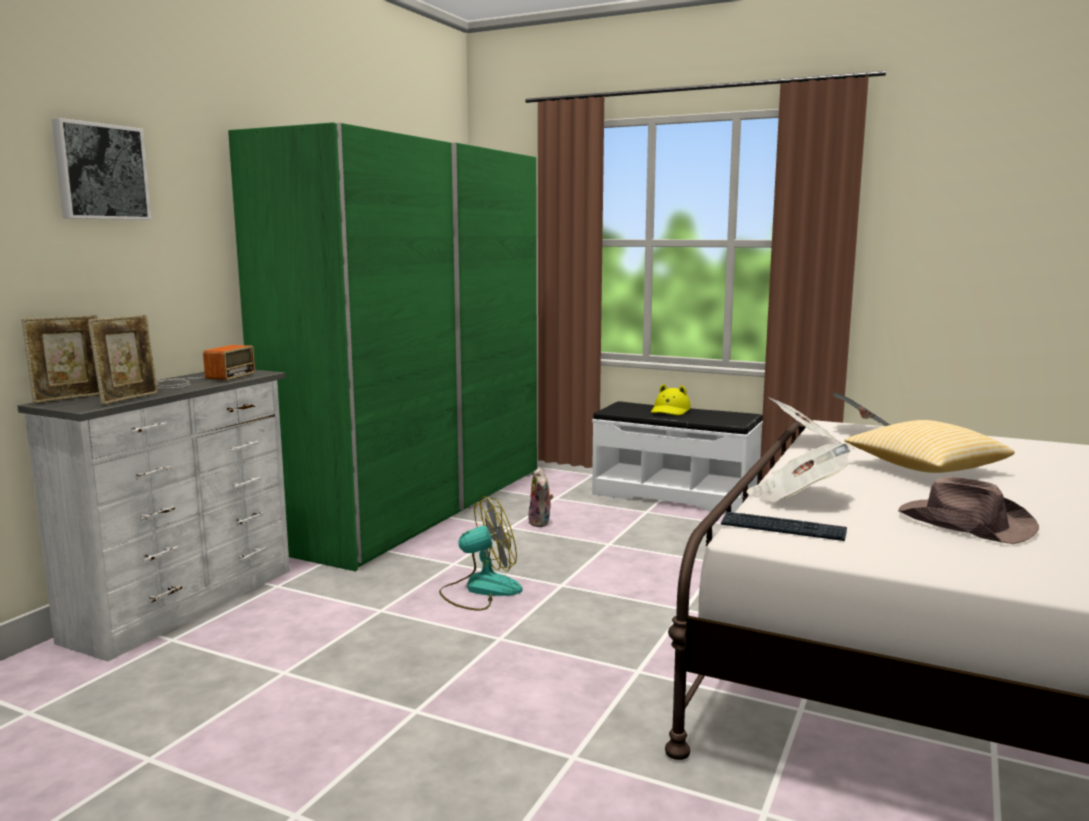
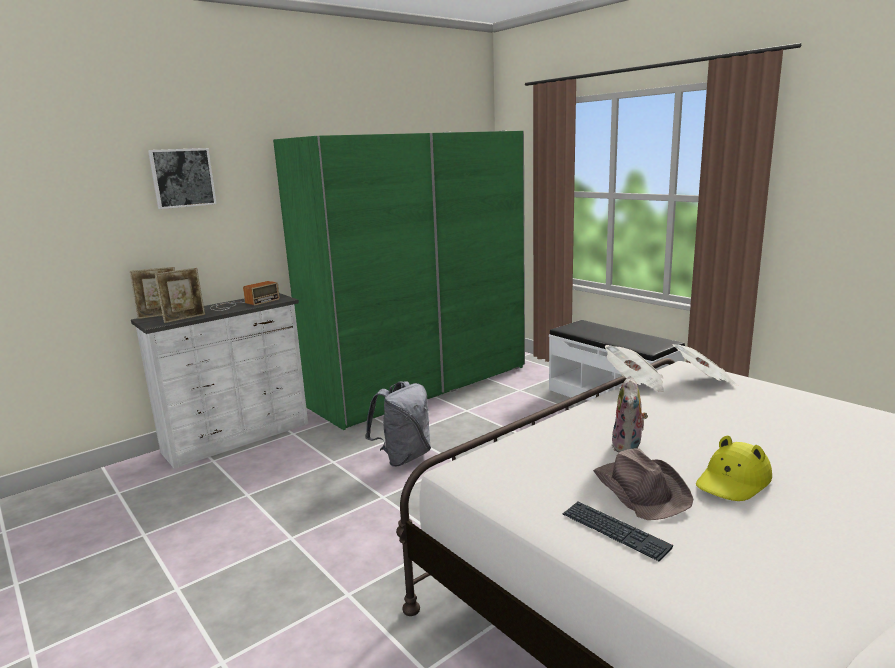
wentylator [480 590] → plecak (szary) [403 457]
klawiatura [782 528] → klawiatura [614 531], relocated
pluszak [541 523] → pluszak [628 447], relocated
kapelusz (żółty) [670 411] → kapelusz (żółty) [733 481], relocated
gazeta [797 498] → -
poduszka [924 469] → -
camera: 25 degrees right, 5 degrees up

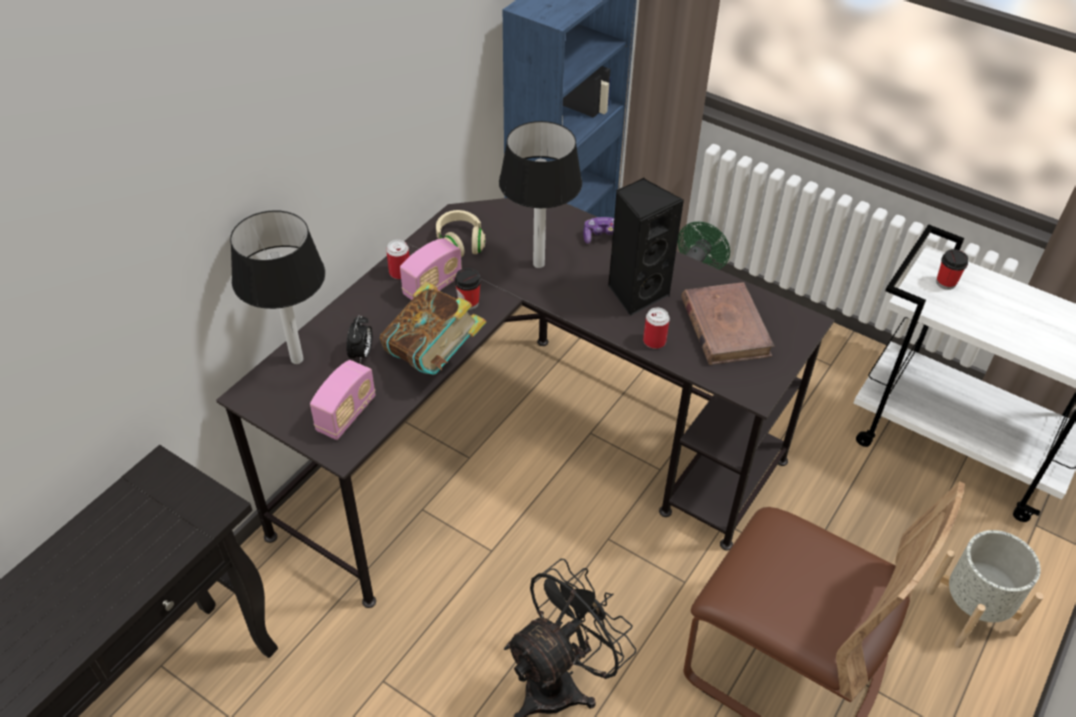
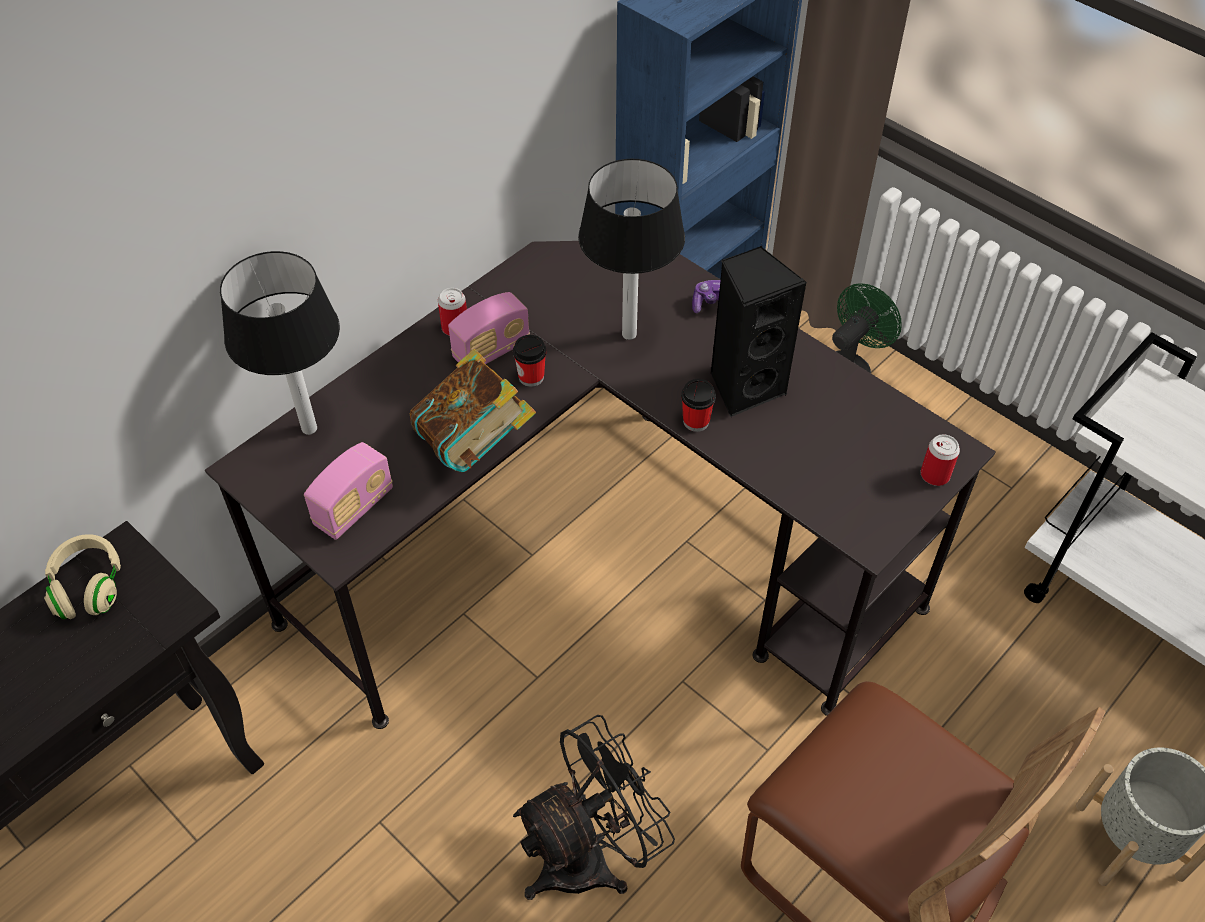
słuchawki (beżowy) [460 243] → słuchawki (beżowy) [89 587], relocated
filiżanka [945 283] → filiżanka [696 421], relocated
puszka [654 341] → puszka [935 475], relocated
budzik [361 354] → -
książka (brązowy) [725 327] → -
camera: 10 degrees right, 5 degrees up

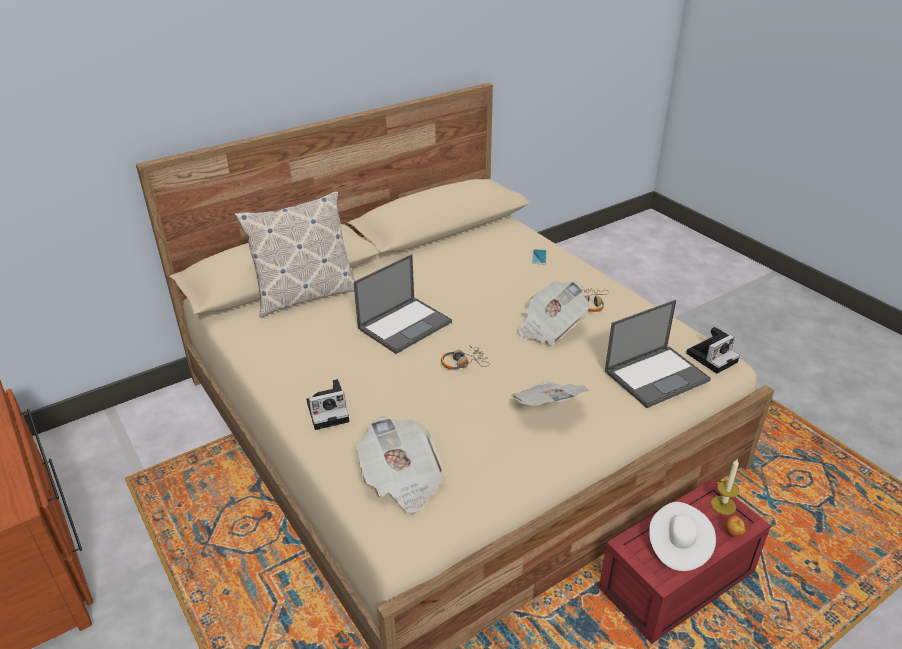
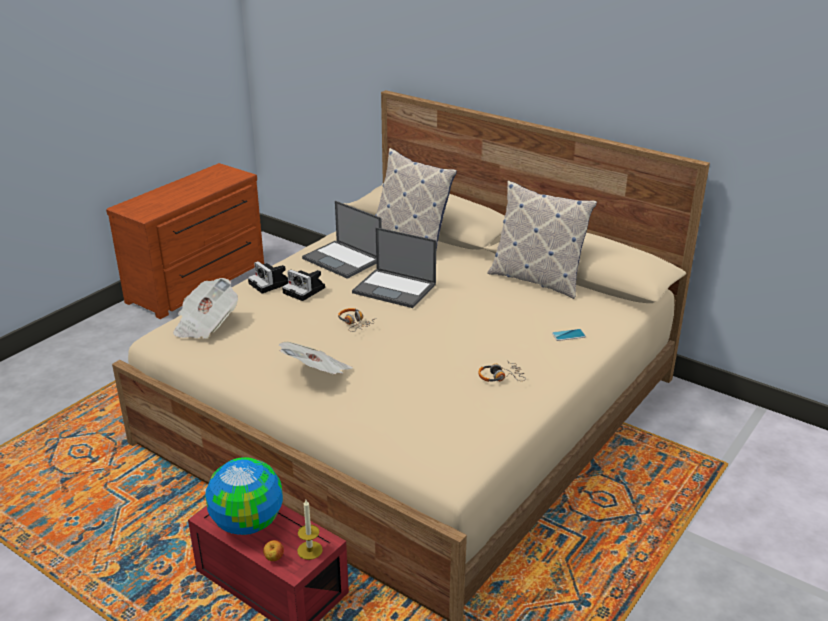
kapelusz (biały) [678 546] → globus [247 523]
aparat fotograficzny [712 357] → aparat fotograficzny [305 290], relocated
laptop [657 375] → laptop [343 260], relocated
- → poduszka [537 279]
gazeta [550 327] → -
camera: 70 degrees right, 5 degrees down

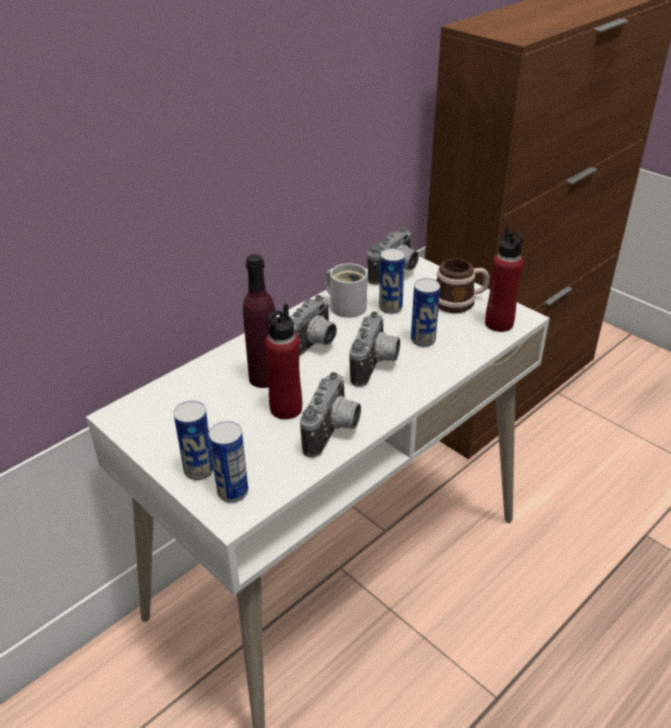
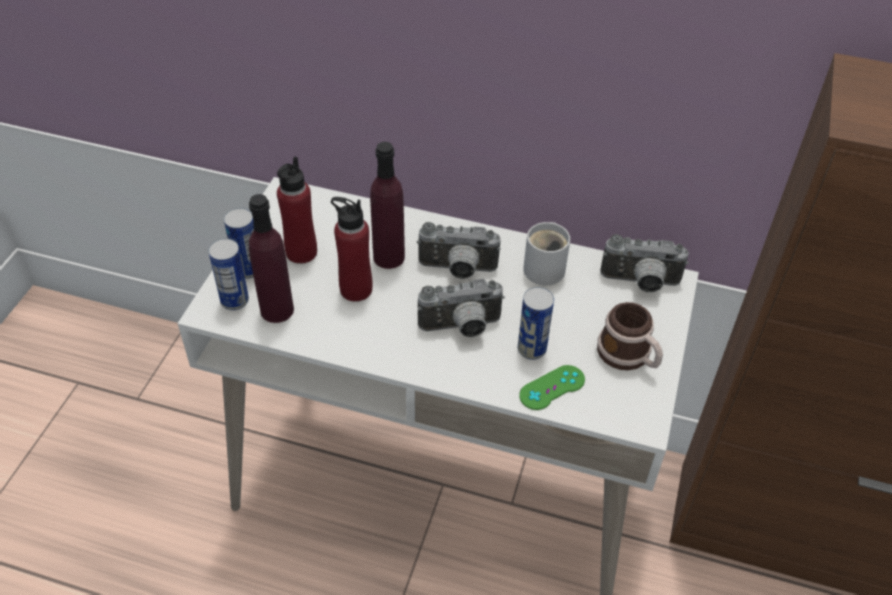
- → butelka (fioletowy) [277 310]
butelka (czerwony) [499 324] → butelka (czerwony) [301 252], relocated
- → pad do gier (zielony) [552 388]
aparat fotograficzny [334 432] → -
puszka [390 307] → -
camera: 60 degrees right, 10 degrees up

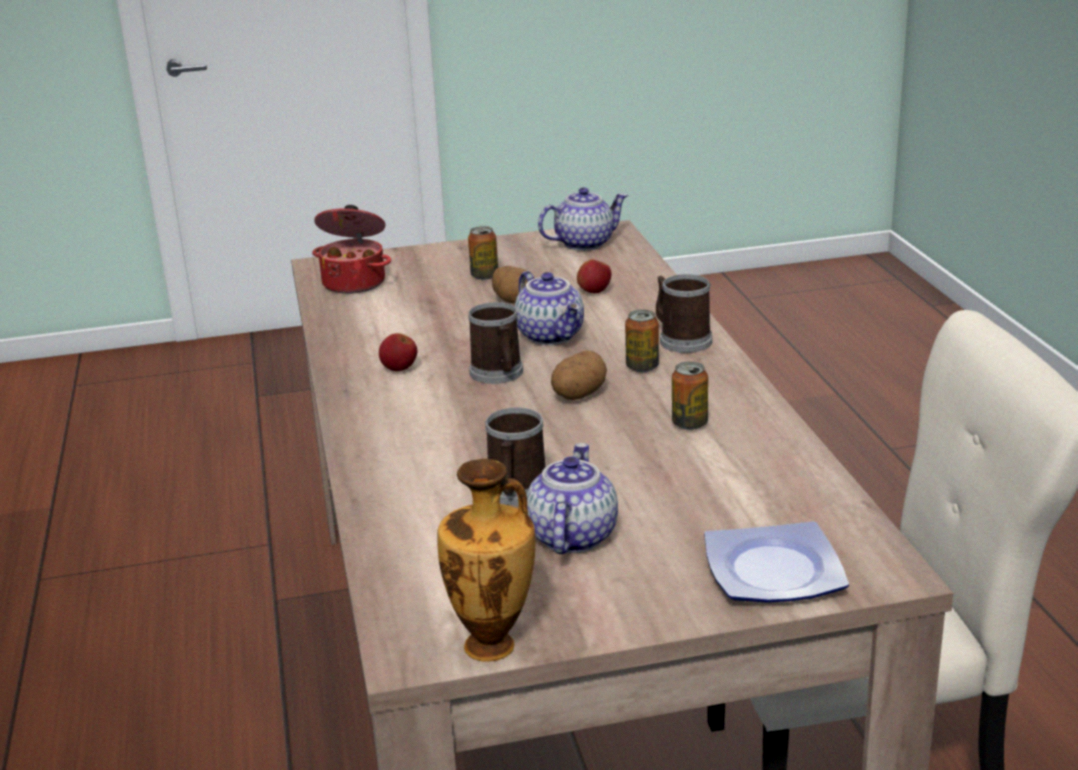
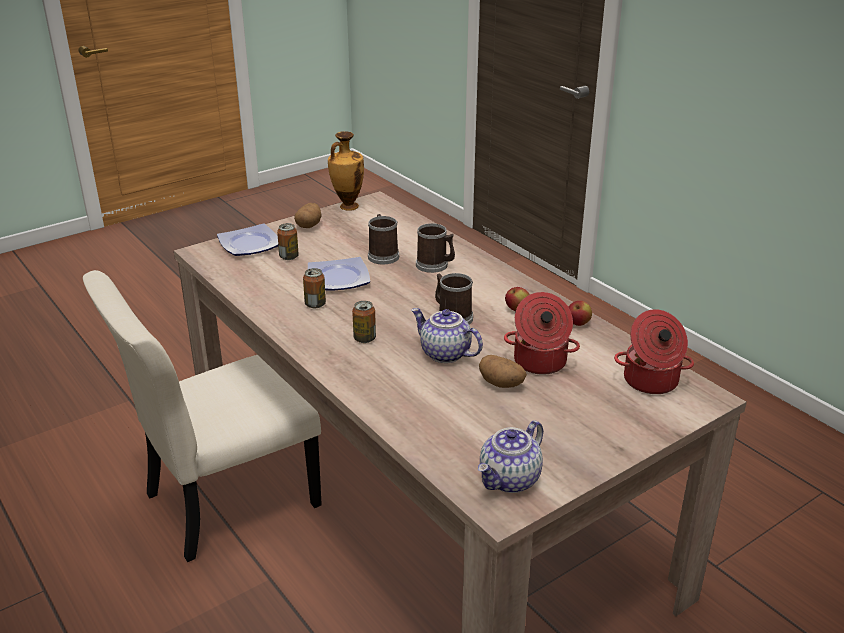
puszka [484 276] → puszka [289 257], relocated
ziemniak [578 395] → ziemniak [309 225], relocated
- → talerz [340 279]
kubek [681 340] → kubek [435 265], relocated
- → garnek [539 362]
jabłko [594 291] → jabłko [578 324], relocated
imbryk [571 536] → -
camera: 155 degrees right, 5 degrees up

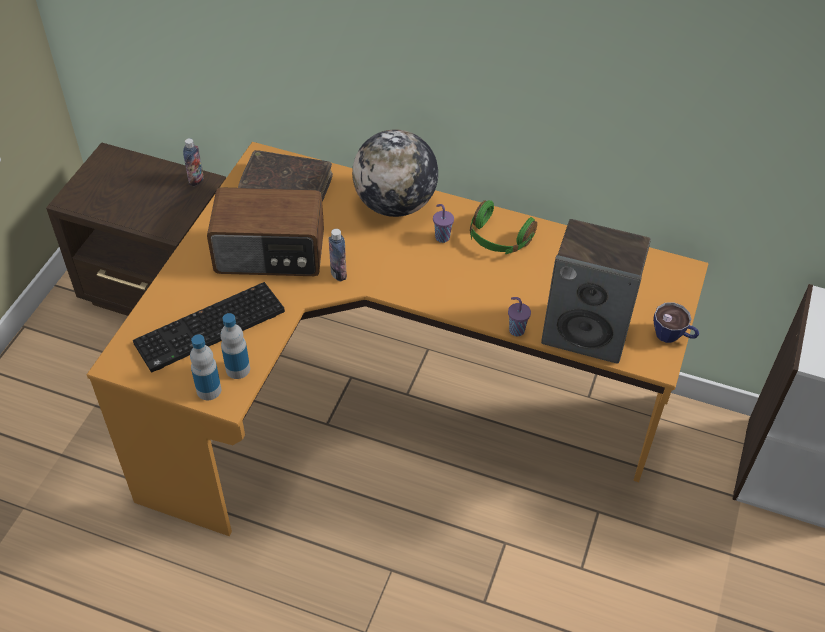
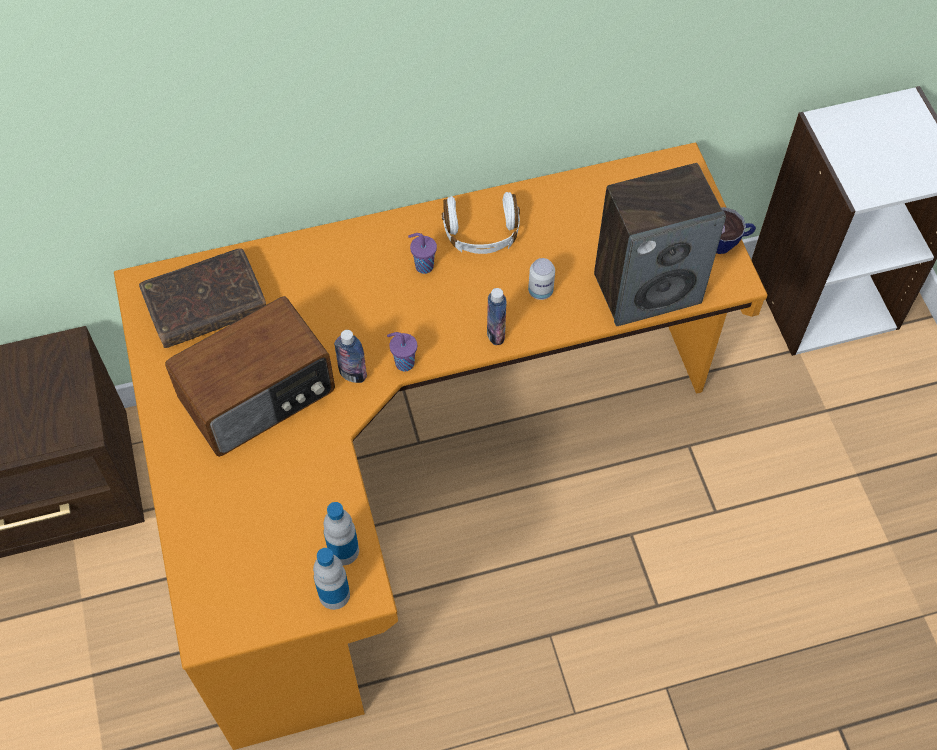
filiżanka (fioletowy) [516 330] → filiżanka (fioletowy) [403 363], relocated
słuchawki (zielony) [498 239] → słuchawki (biały) [481 234]
butelka [196 180] → butelka [495 334], relocated
- → puszka [540 291]
klawiatura [209 330] → -
globus [395 204] → -
camera: 35 degrees left, 10 degrees up

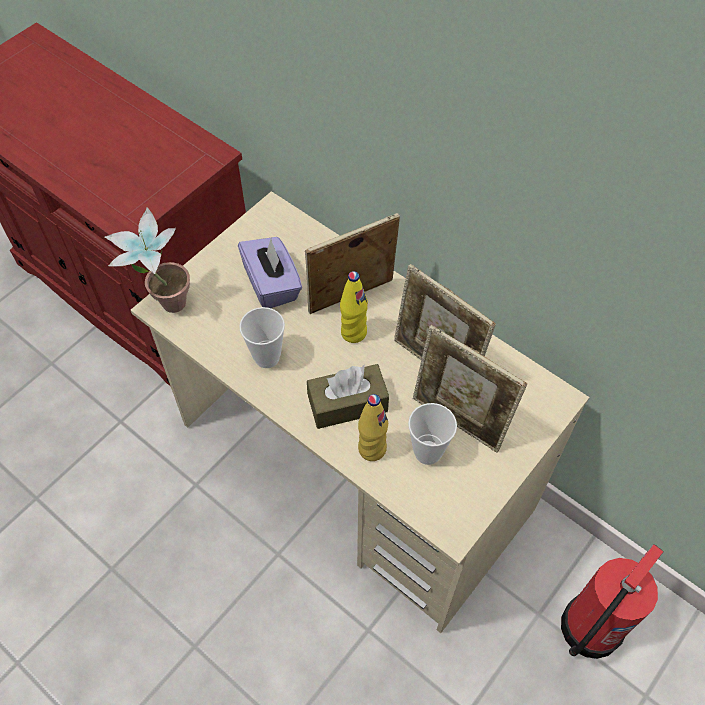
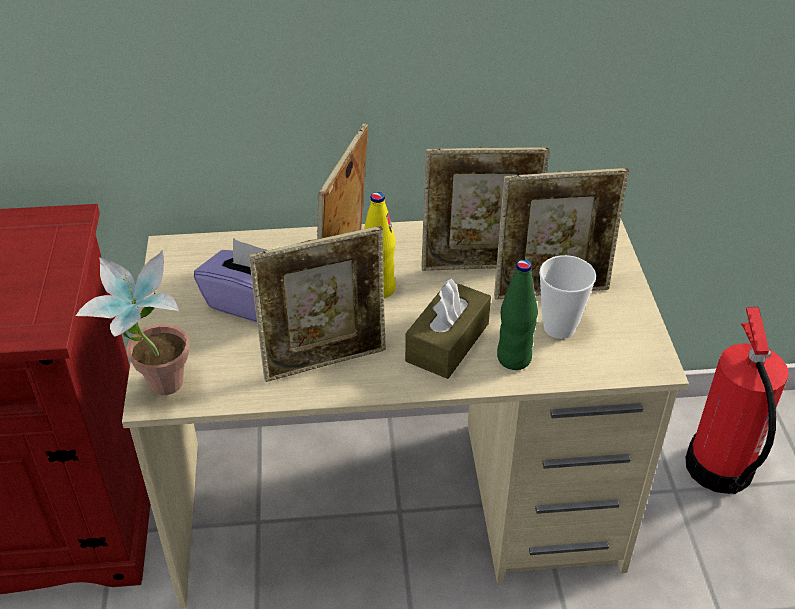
filiżanka [267 357] → ramka na zdjęcie [325 360]
butelka (żółty) [372 449] → butelka (zielony) [513 358]
camera: 45 degrees left, 15 degrees down

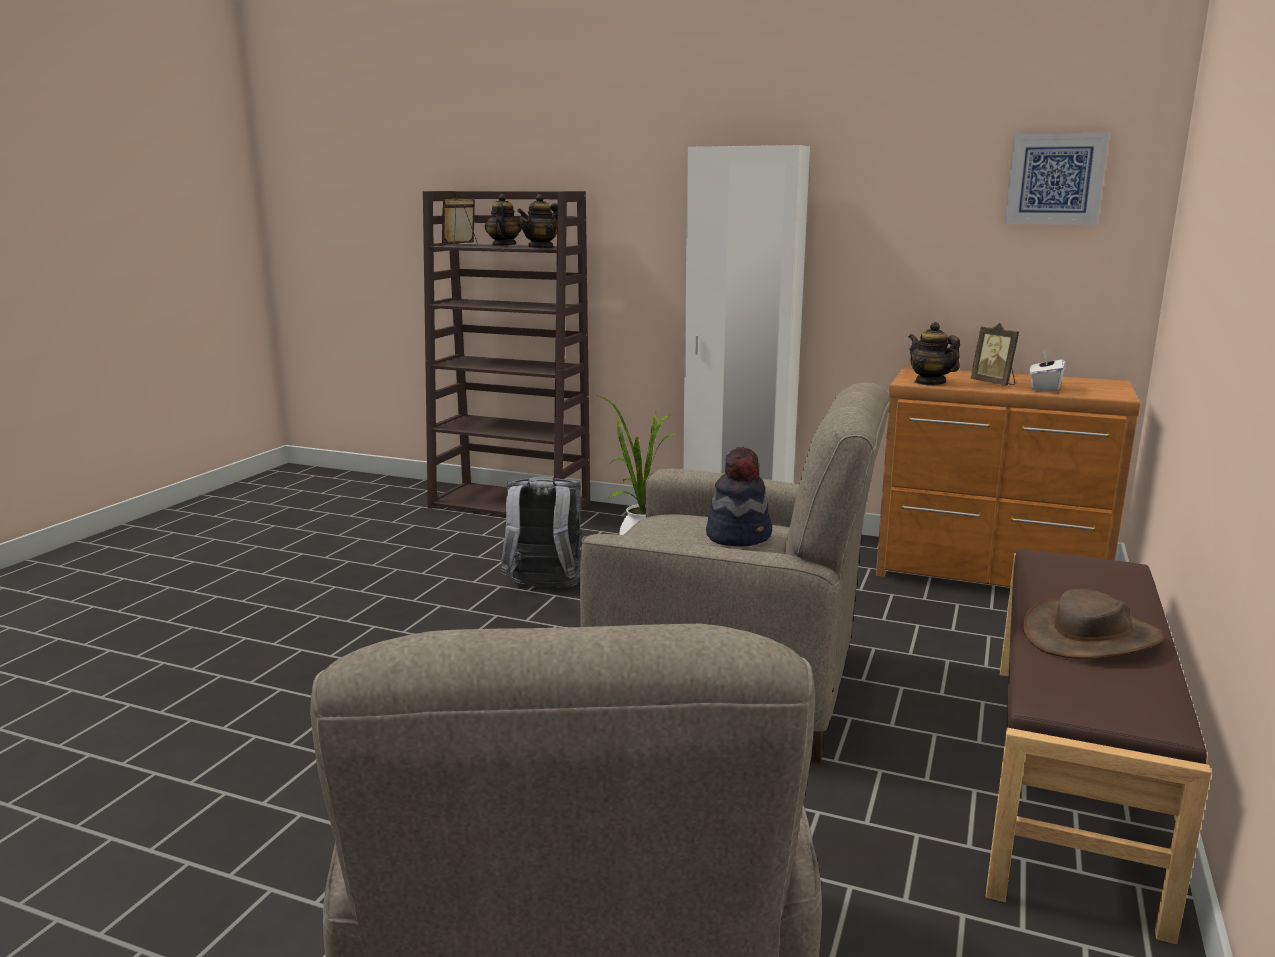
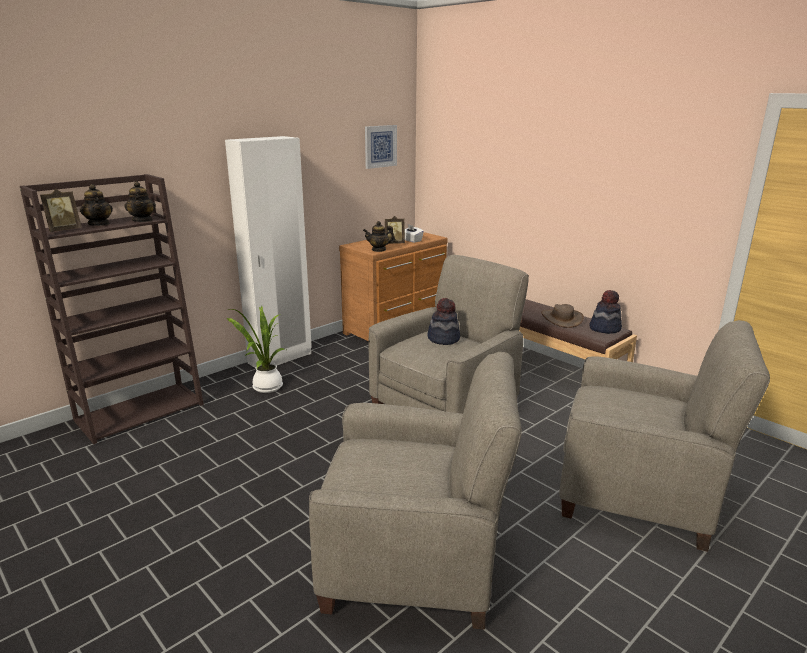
ramka na zdjęcie [461 245] → ramka na zdjęcie [64 230], 120 degrees counterclockwise
imbryk [503 246] → imbryk [99 224], 150 degrees counterclockwise
- → fotel (beżowy) [413 559]
- → kapelusz [604 328]
plecak (szary) [544 589] → -
camera: 65 degrees left, 5 degrees up

